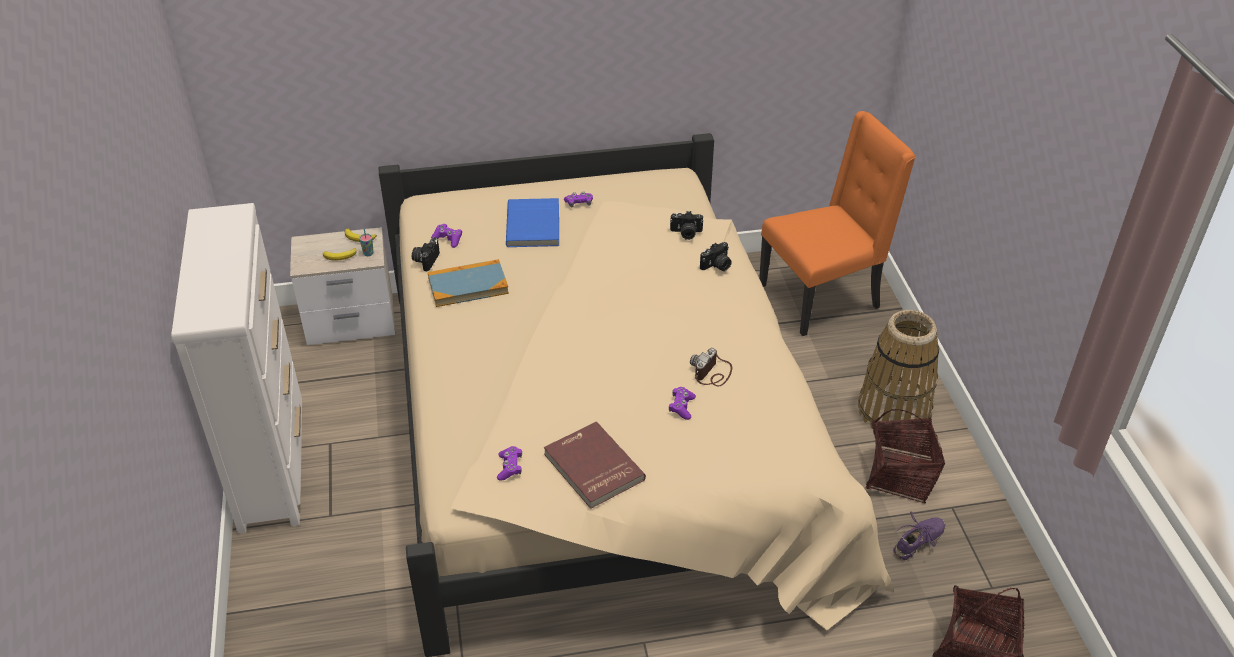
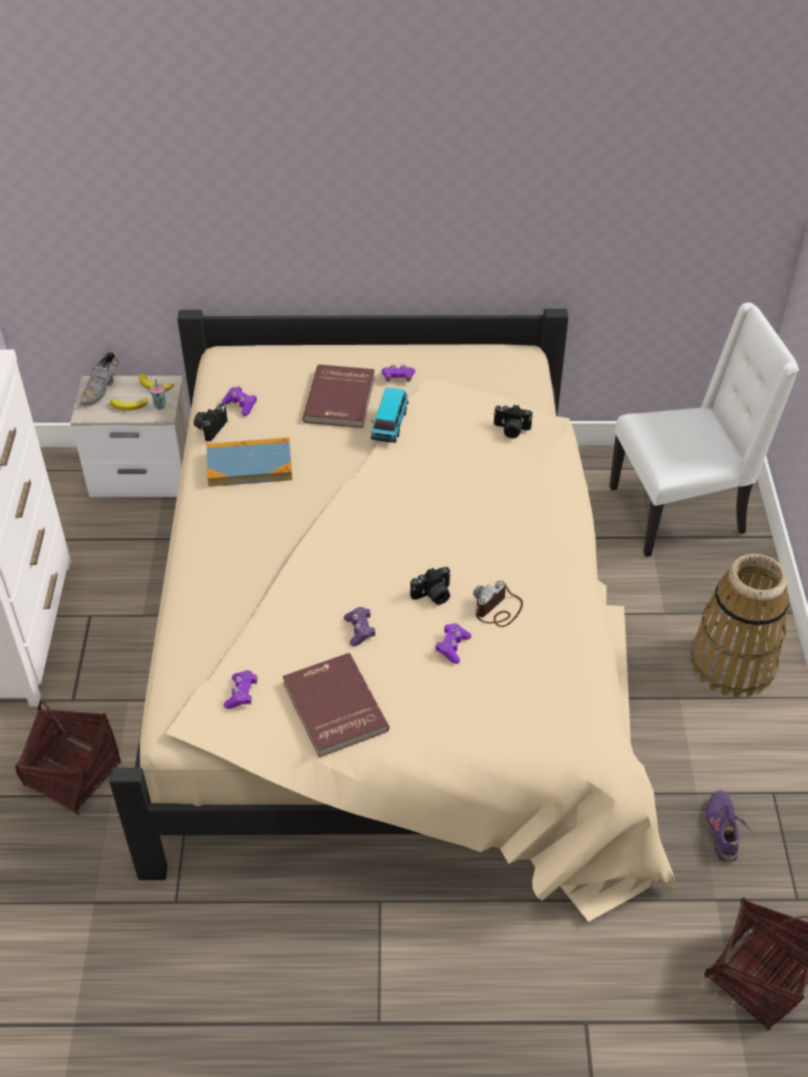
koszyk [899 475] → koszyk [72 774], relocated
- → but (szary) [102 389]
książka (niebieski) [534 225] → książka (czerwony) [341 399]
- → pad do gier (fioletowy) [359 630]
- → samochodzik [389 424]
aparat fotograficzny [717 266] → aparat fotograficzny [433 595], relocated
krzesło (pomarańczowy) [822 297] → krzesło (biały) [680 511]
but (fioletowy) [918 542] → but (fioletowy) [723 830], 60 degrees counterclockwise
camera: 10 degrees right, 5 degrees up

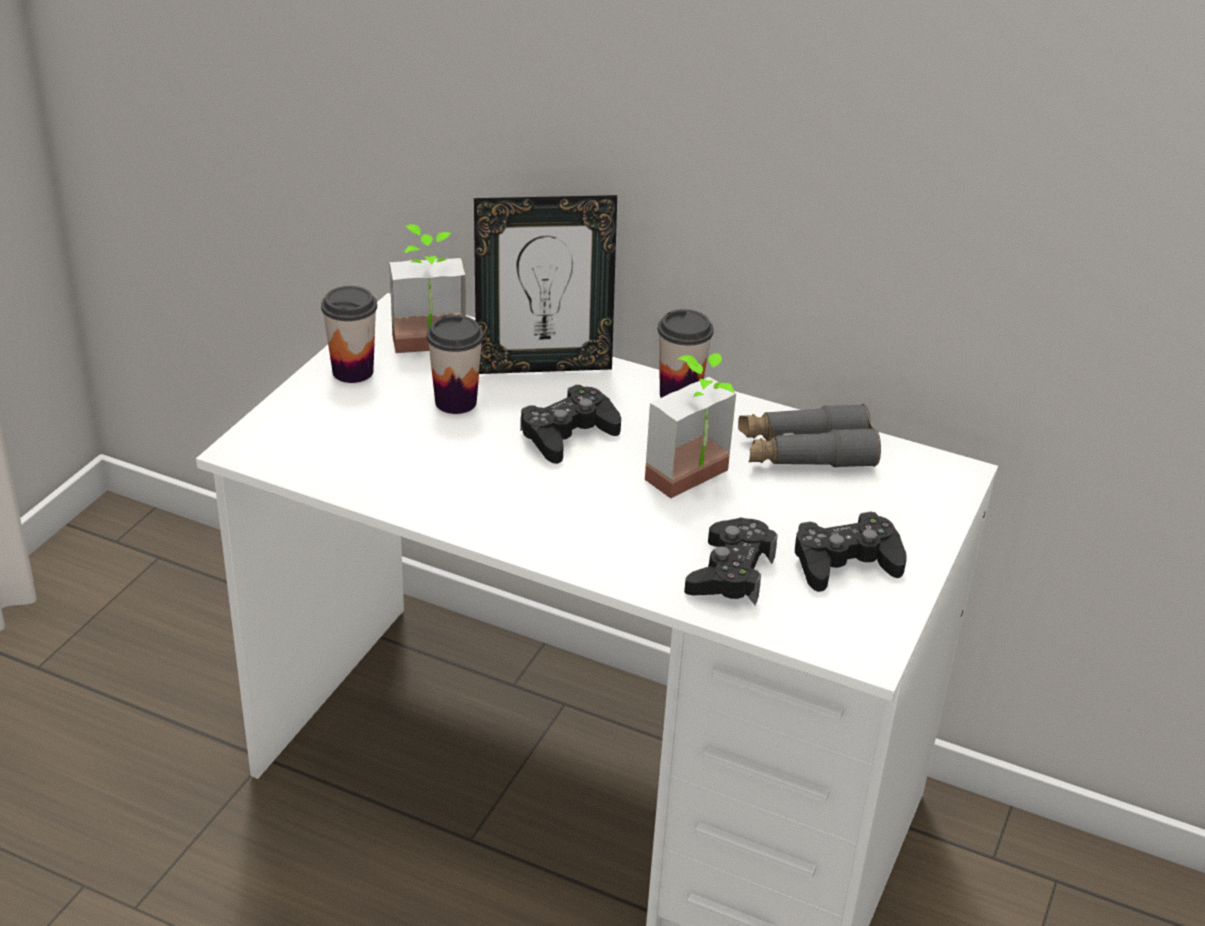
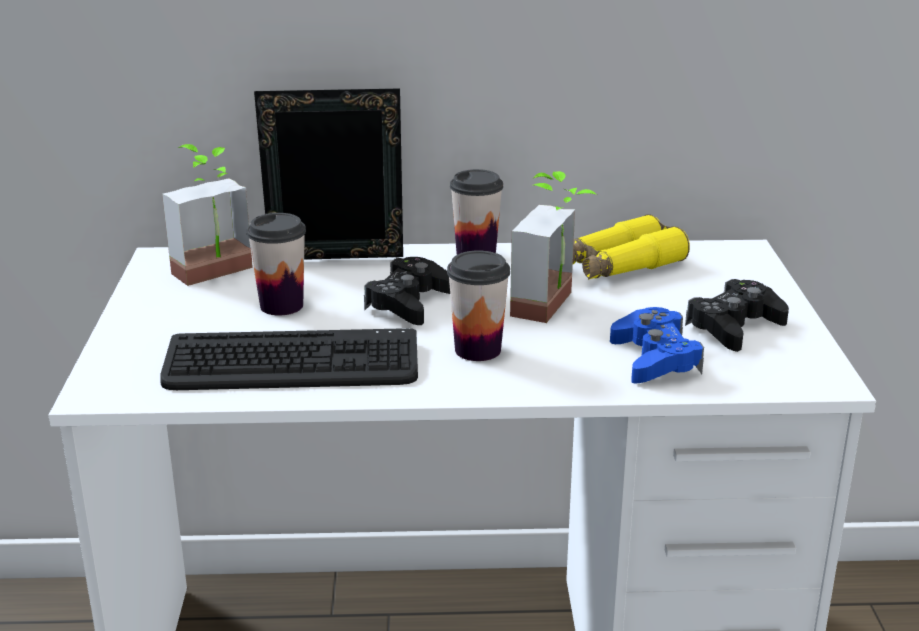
- → klawiatura [292 365]
ramka na zdjęcie [543 365] → ramka na zdjęcie [336 263], 150 degrees counterclockwise
filiżanka [353 371] → filiżanka [478 350], relocated
lornetka (szary) [805 452] → lornetka (żółty) [618 266]
pad do gier (czarny) [730 573] → pad do gier (niebieski) [654 359]
camera: 25 degrees left, 10 degrees down

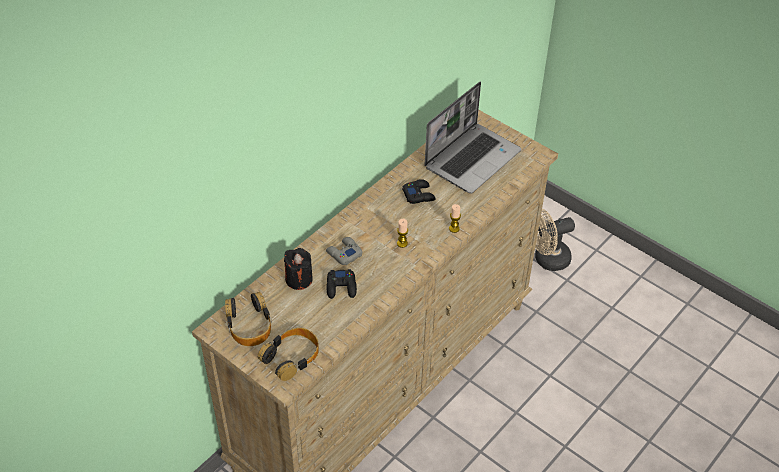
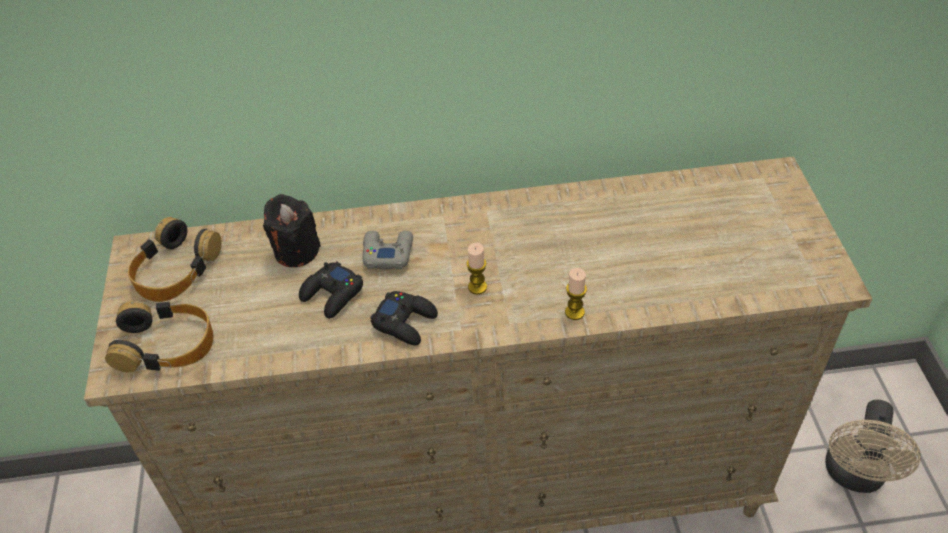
pad do gier (czarny) [419 195] → pad do gier (czarny) [405 322], relocated
wentylator (beżowy) [546 260] → wentylator (beżowy) [854 476], 90 degrees counterclockwise
laptop [472 158] → -
camera: 45 degrees right, 0 degrees up

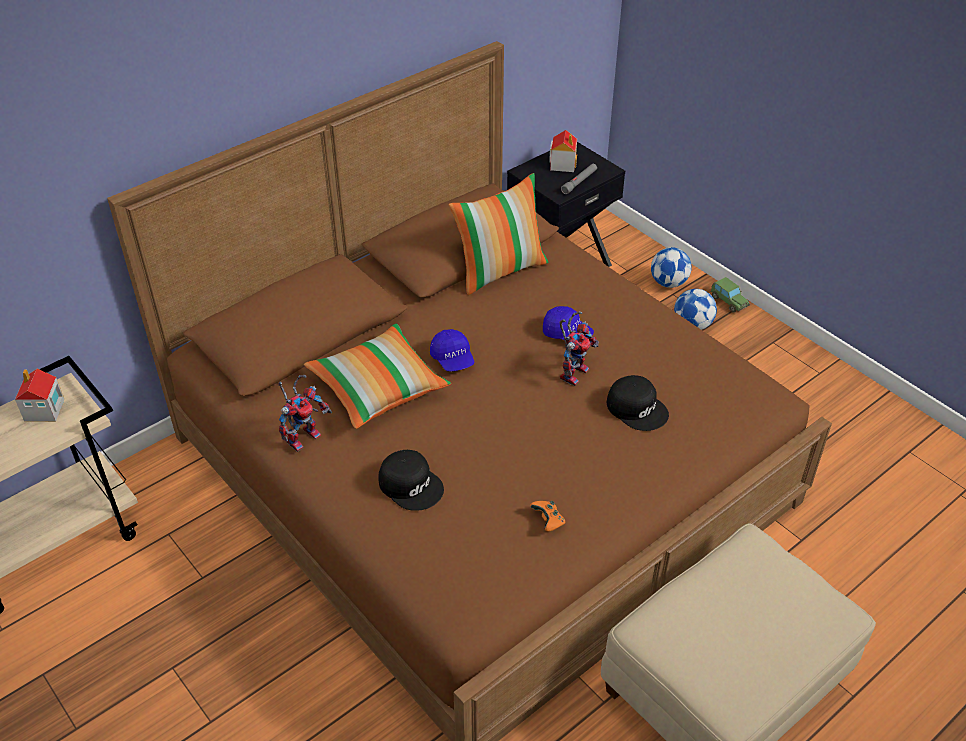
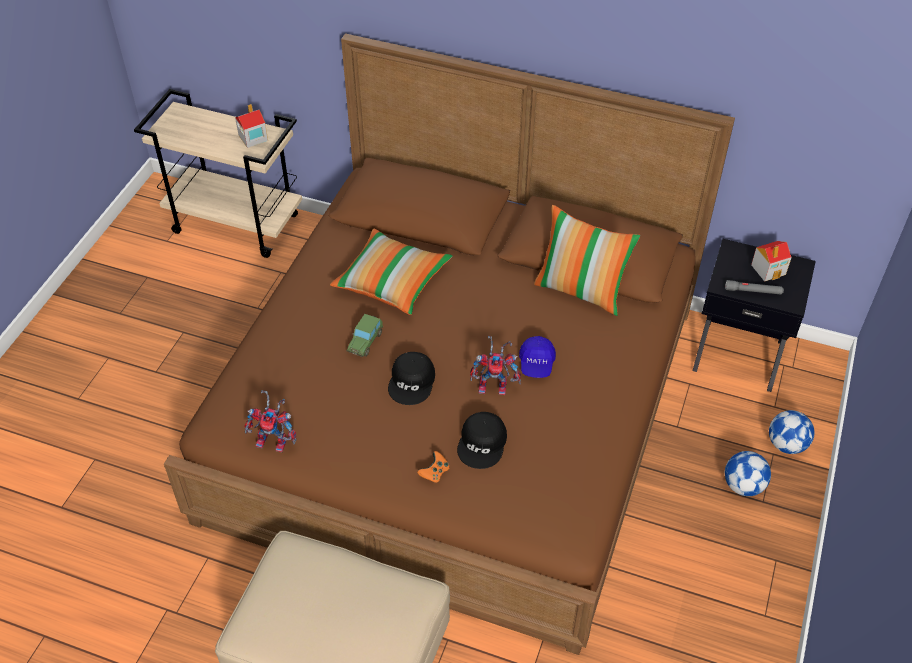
robot zabawkowy [304 435] → robot zabawkowy [275 441], relocated
samochodzik [728 301] → samochodzik [365 342], relocated
czapka z daszkiem (czarny) [411 484] → czapka z daszkiem (czarny) [412 382], relocated
pad do gier (pomarańczowy) [548 521] → pad do gier (pomarańczowy) [434 473], relocated
czapka z daszkiem (niebieski) [452 359] → -
camera: 60 degrees right, 5 degrees up

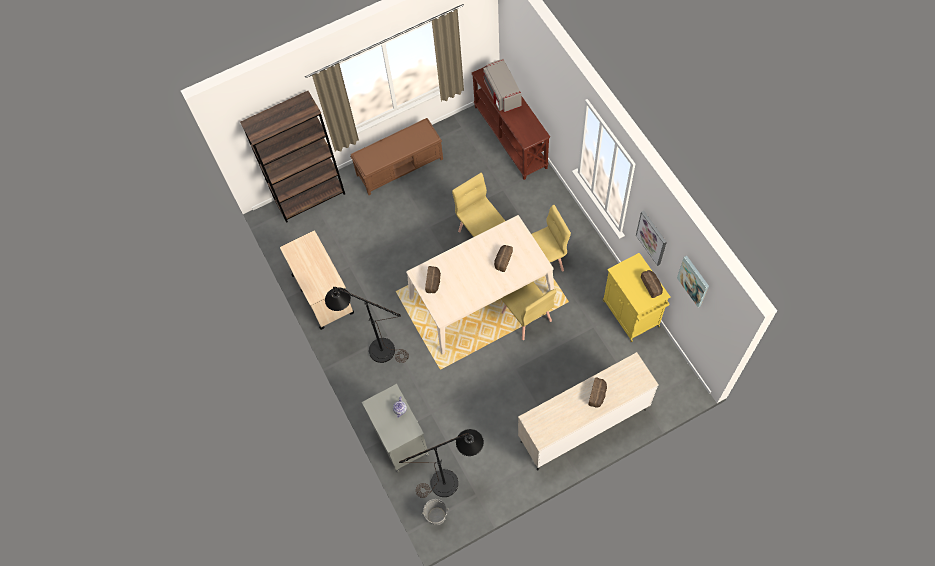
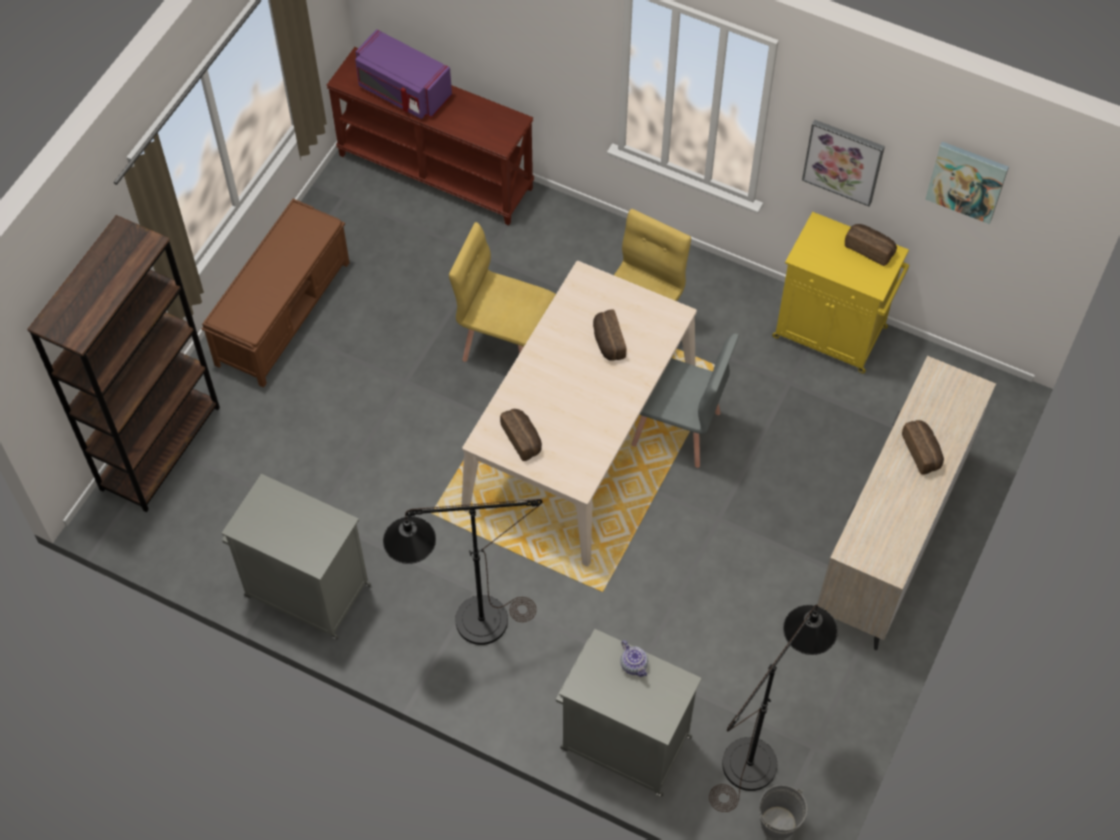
wózek (beżowy) [322 293] → szafka (szary) [305 590]
mikrofalówka (szary) [501 93] → mikrofalówka (fioletowy) [403 92]
krzesło (żółty) [526 317] → krzesło (szary) [676 430]
camera: 40 degrees left, 5 degrees down

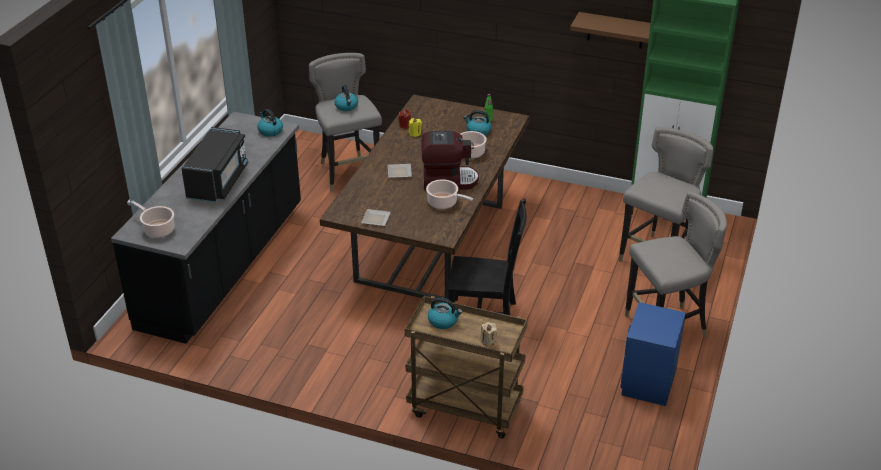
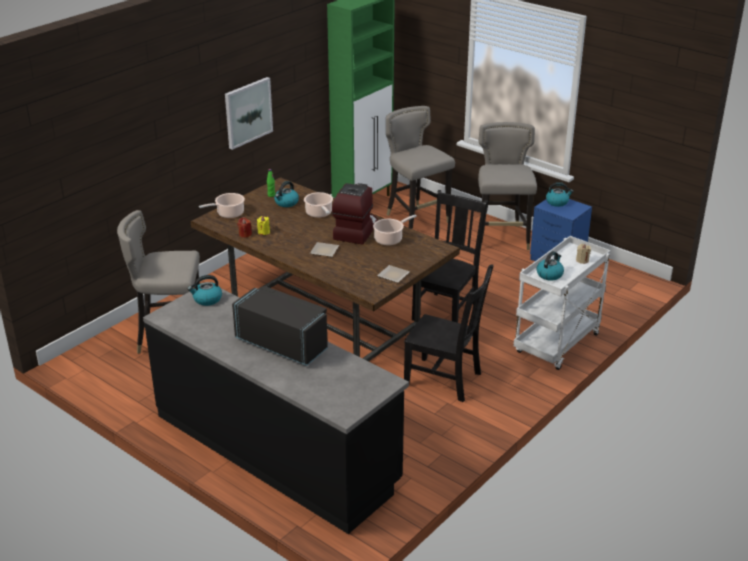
garnek [157 229] → garnek [228 214], relocated
- → obraz [248 112]
- → krzesło (czarny) [445 380]
wózek (brązowy) [463 409] → wózek (biały) [557 345]
czajnik [346 106] → czajnik [557 202], relocated
półka (brązowy) [615 30] → -
camera: 70 degrees left, 5 degrees down

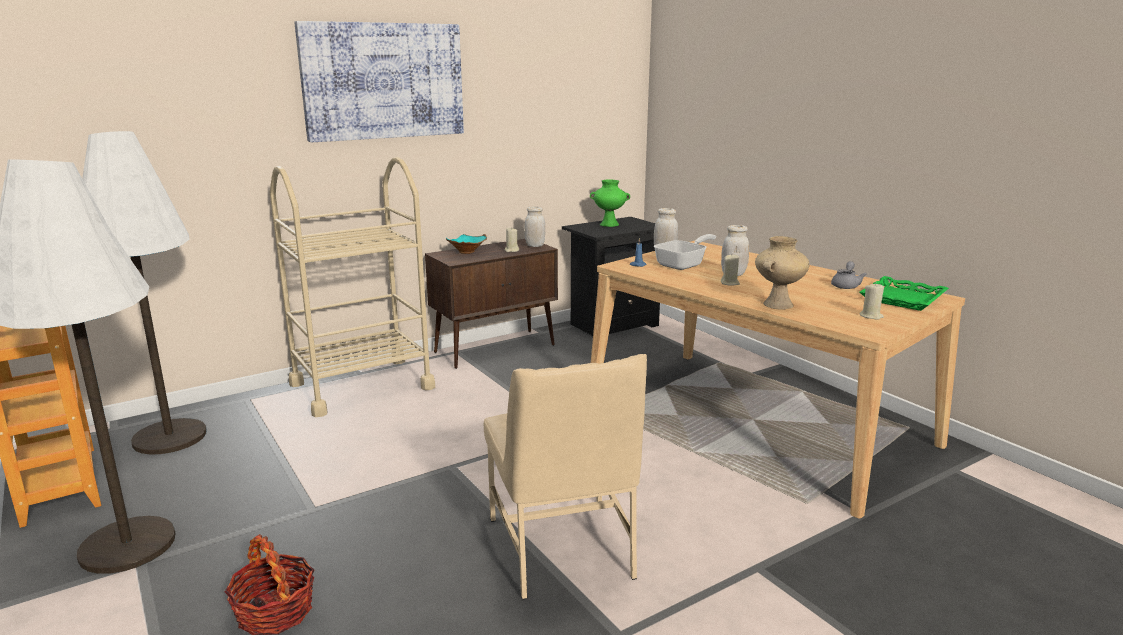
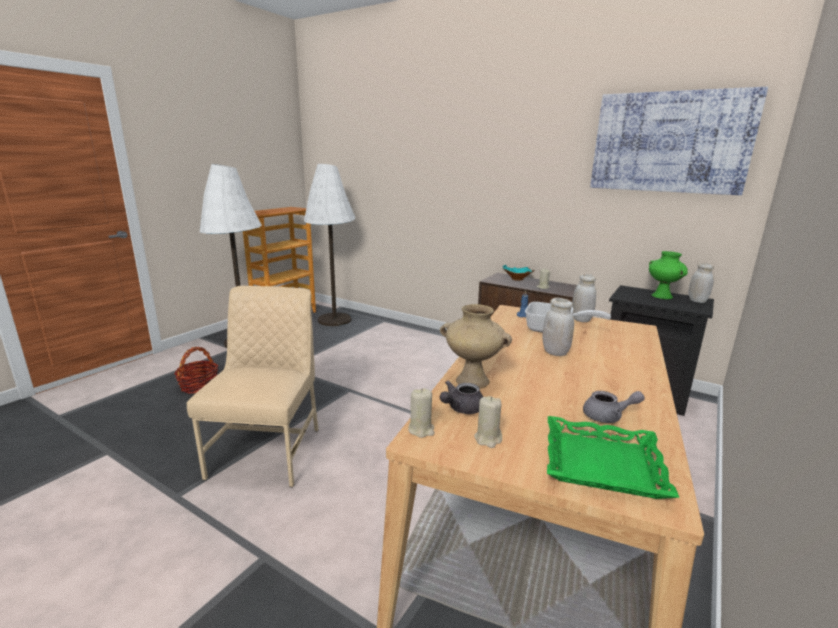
krzesło (beżowy) [562 548] → krzesło (beżowy) [269 451], 135 degrees clockwise
świeca (beżowy) [730 283] → świeca (beżowy) [421 430], relocated
- → imbryk (szary) [461 408]
obraz [383 81] → obraz [670 143], relocated
słoik (biały) [535 245] → słoik (biały) [697 301], relocated
wózek (beżowy) [362 386] → -
camera: 65 degrees right, 0 degrees up

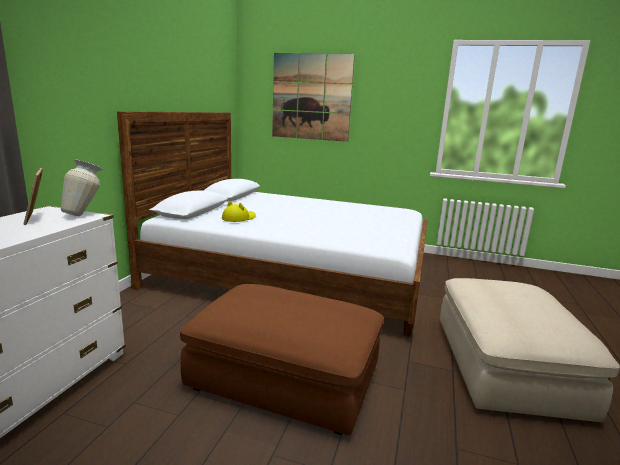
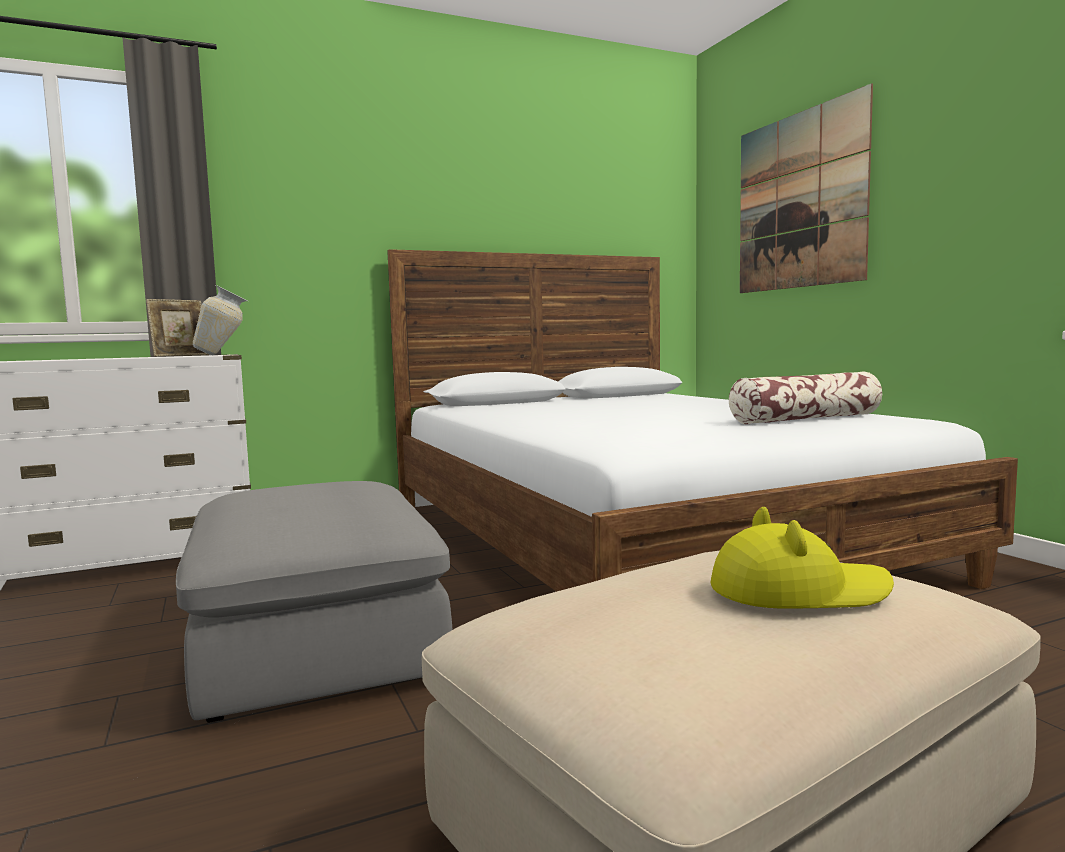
ramka na zdjęcie [36 219] → ramka na zdjęcie [180 356], 150 degrees counterclockwise
pufa (brązowy) [283 378] → pufa (szary) [314 638]
kapelusz (żółty) [239 218] → kapelusz (żółty) [798 592], relocated
- → poduszka [806 419]
camera: 50 degrees right, 10 degrees down

